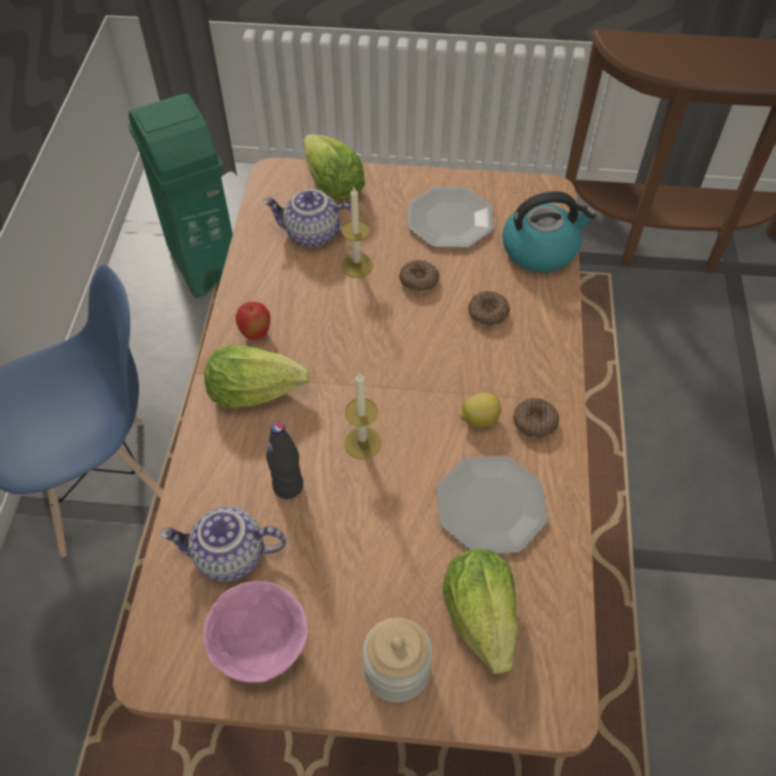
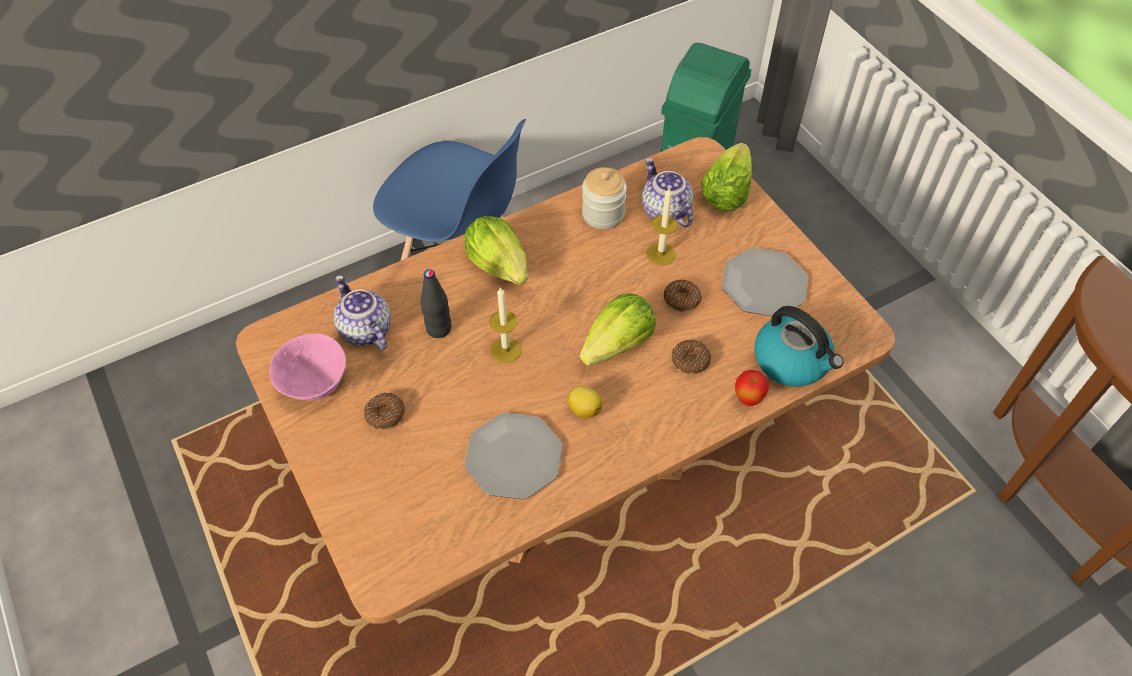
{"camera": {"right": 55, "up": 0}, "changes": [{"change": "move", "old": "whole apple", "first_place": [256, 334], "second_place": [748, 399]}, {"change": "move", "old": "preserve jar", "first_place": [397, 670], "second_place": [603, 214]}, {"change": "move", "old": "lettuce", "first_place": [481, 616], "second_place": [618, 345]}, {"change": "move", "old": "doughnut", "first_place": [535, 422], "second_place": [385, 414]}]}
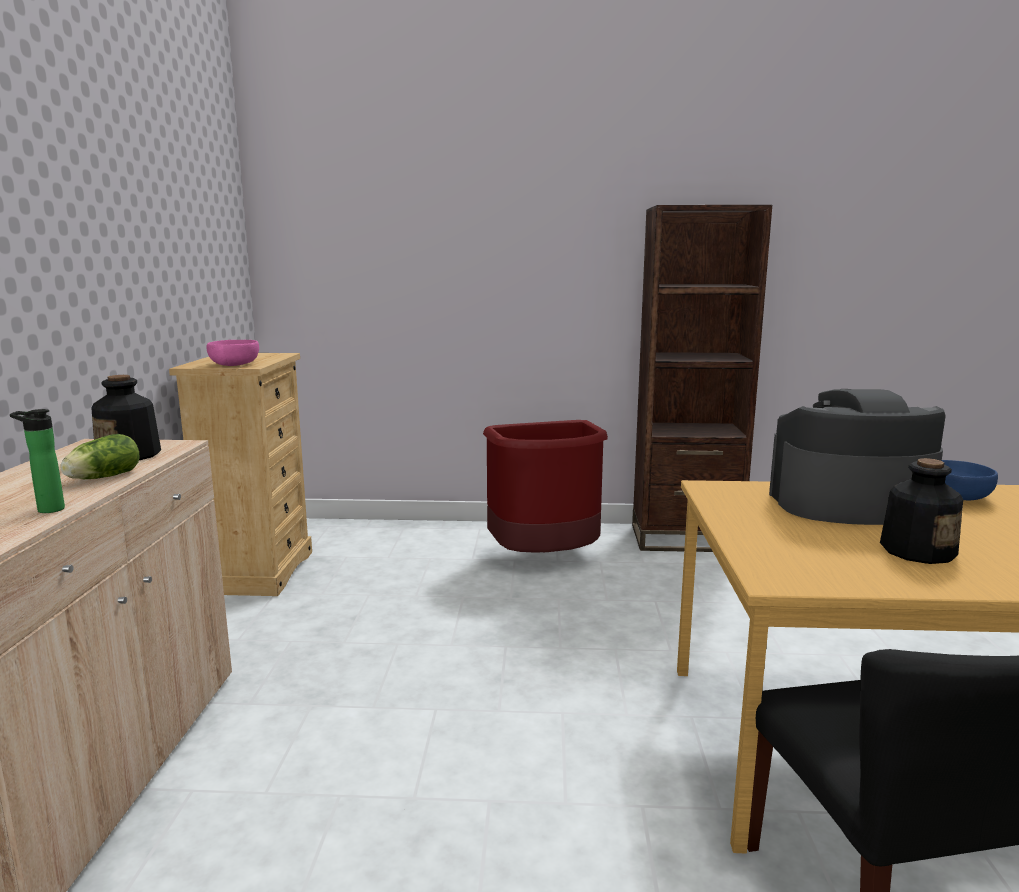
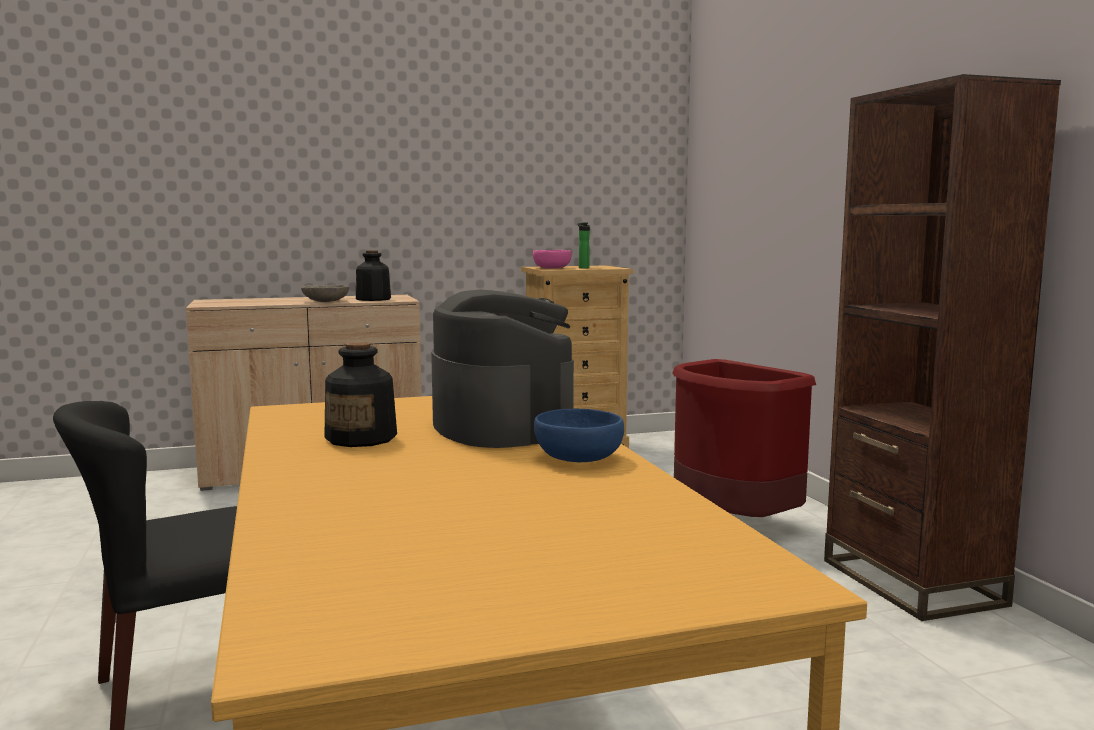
{"camera": {"right": 70, "up": -5}, "changes": [{"change": "move", "old": "drink bottle", "first_place": [47, 509], "second_place": [583, 268]}, {"change": "replace", "old": "lettuce", "new": "greyish bowl", "first_place": [101, 478], "second_place": [326, 301]}]}
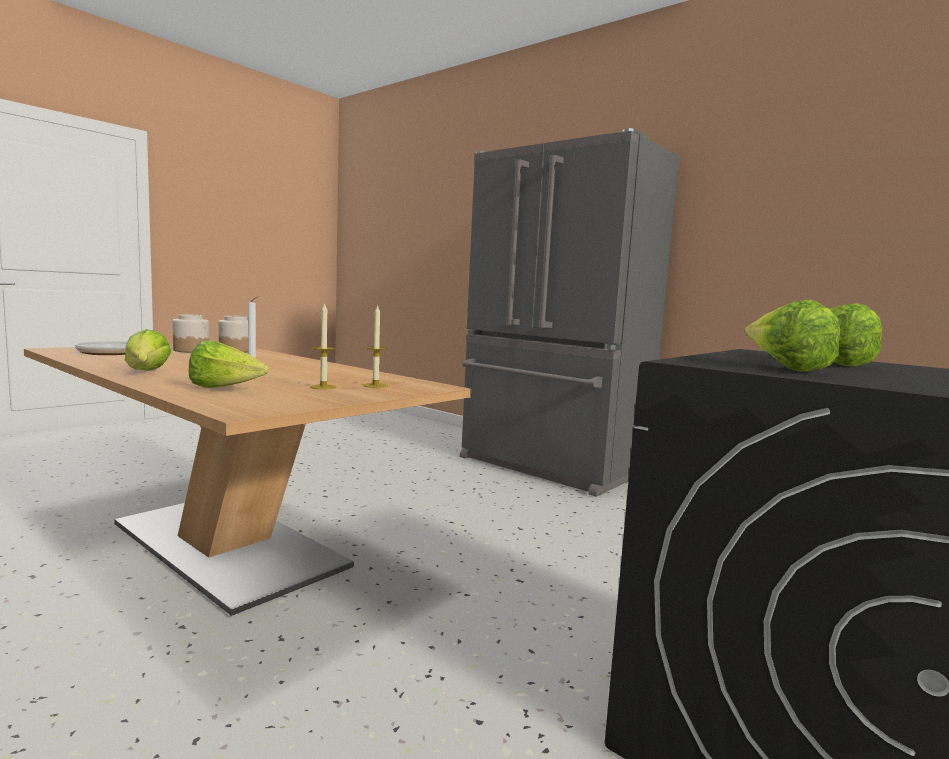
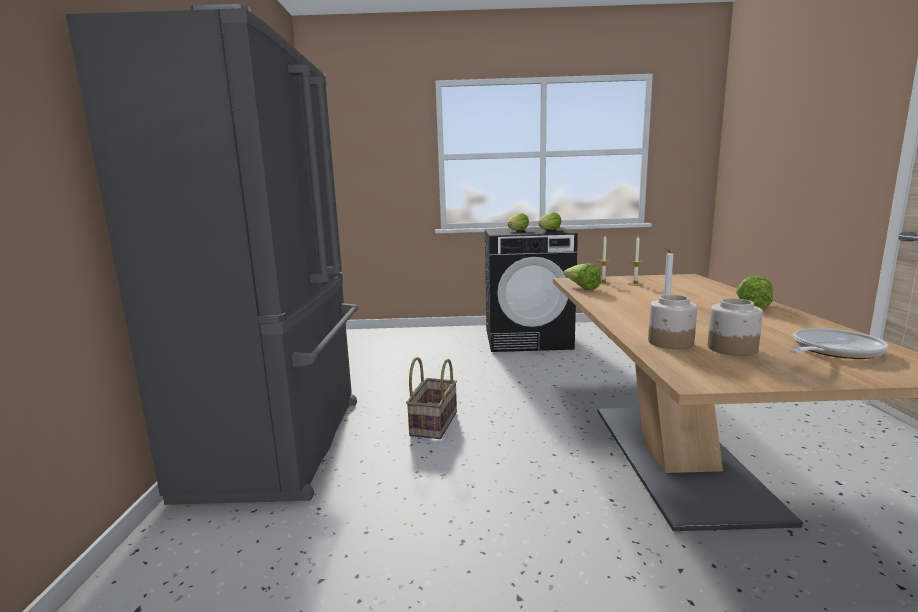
{"camera": {"right": -130, "up": 5}, "changes": [{"change": "insert", "new": "household basket", "second_place": [433, 423]}, {"change": "move", "old": "lettuce", "first_place": [225, 389], "second_place": [582, 288]}]}
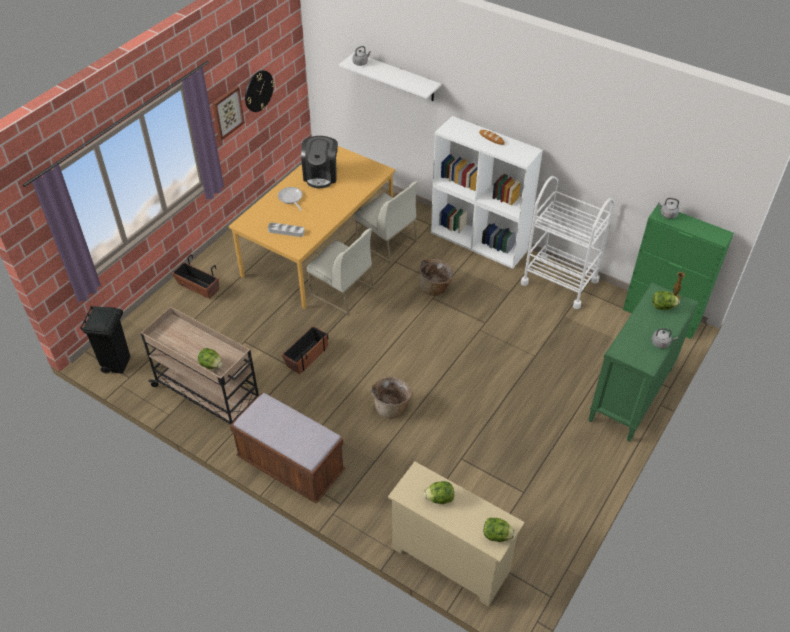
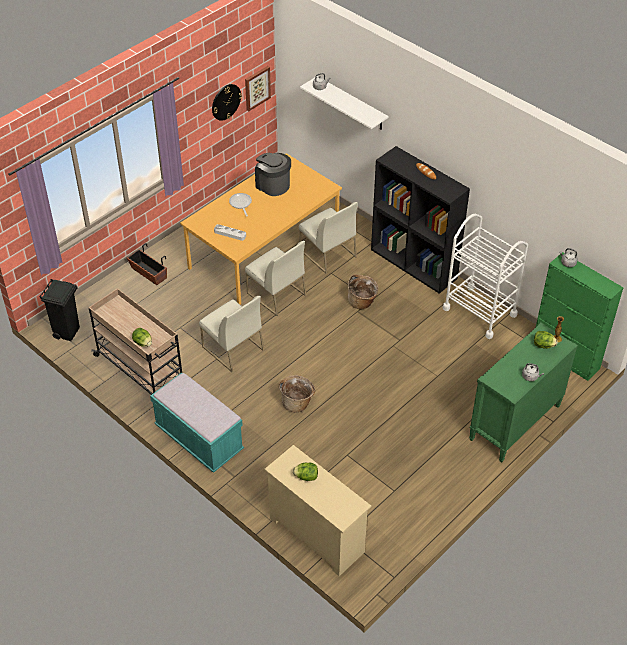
{"camera": {"right": 10, "up": 0}, "changes": [{"change": "delete", "old": "lettuce", "first_place": [497, 535]}, {"change": "move", "old": "picture", "first_place": [227, 112], "second_place": [257, 88]}, {"change": "replace", "old": "planter", "new": "whitish chair", "first_place": [307, 356], "second_place": [232, 348]}, {"change": "recolor", "old": "brownish indoor bench", "new": "blue-green indoor bench", "first_place": [291, 466], "second_place": [199, 439]}, {"change": "recolor", "old": "whitish bookcase", "new": "black-coloured bookcase", "first_place": [479, 241], "second_place": [414, 264]}, {"change": "rotate", "old": "coffee machine", "first_place": [321, 175], "second_place": [272, 185], "degrees": 120}]}
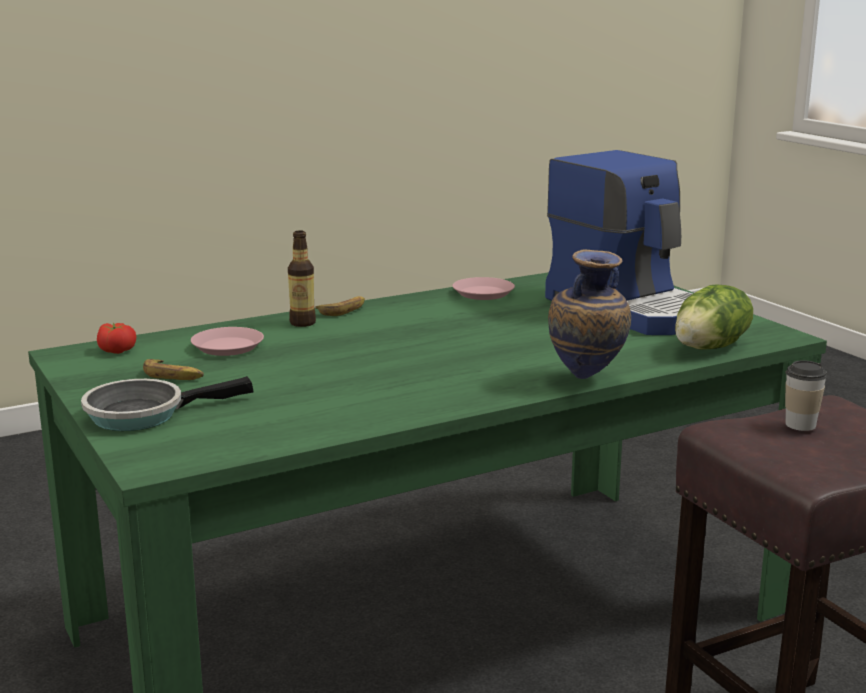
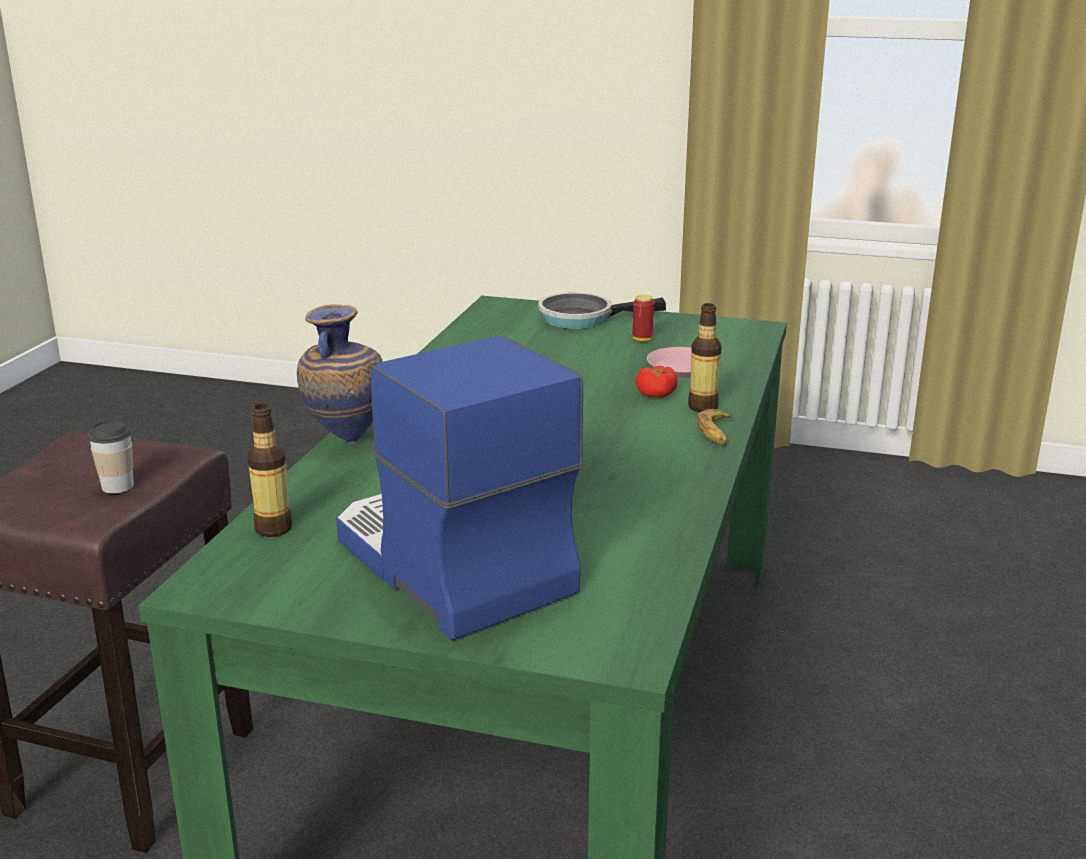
{"camera": {"right": 135, "up": 5}, "changes": [{"change": "delete", "old": "pinkish plate", "first_place": [482, 293]}, {"change": "move", "old": "whole tomato", "first_place": [117, 350], "second_place": [656, 395]}, {"change": "replace", "old": "banana", "new": "sealed can", "first_place": [173, 376], "second_place": [642, 339]}, {"change": "replace", "old": "lettuce", "new": "drink bottle", "first_place": [711, 347], "second_place": [273, 529]}, {"change": "rotate", "old": "skillet", "first_place": [143, 414], "second_place": [582, 318], "degrees": -120}, {"change": "rotate", "old": "coffee machine", "first_place": [631, 308], "second_place": [448, 565], "degrees": 45}]}
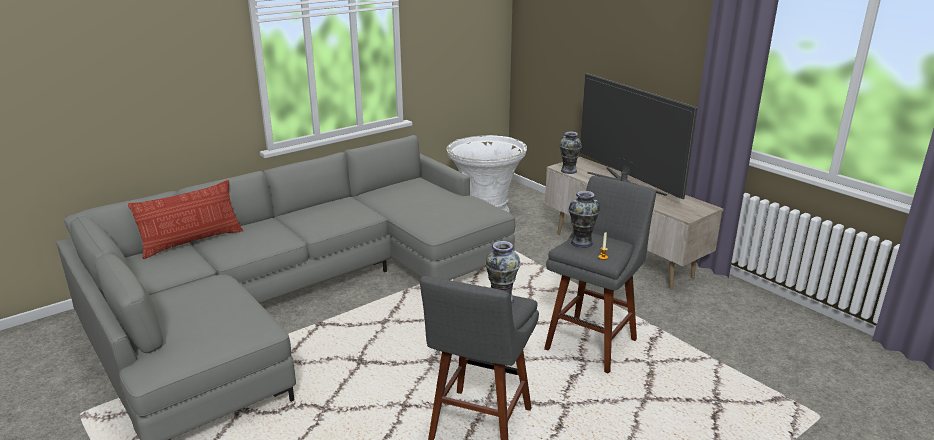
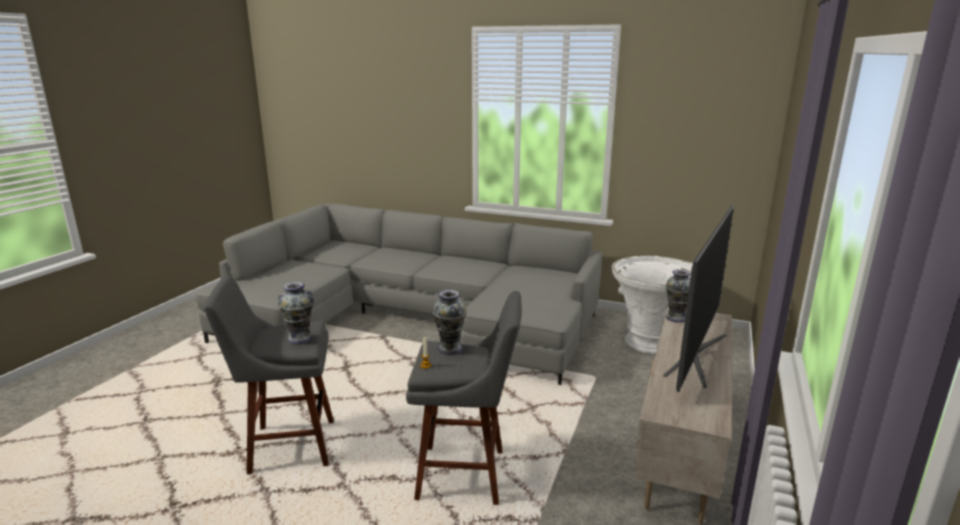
{"camera": {"right": 60, "up": -5}, "changes": [{"change": "delete", "old": "cushion", "first_place": [192, 242]}]}
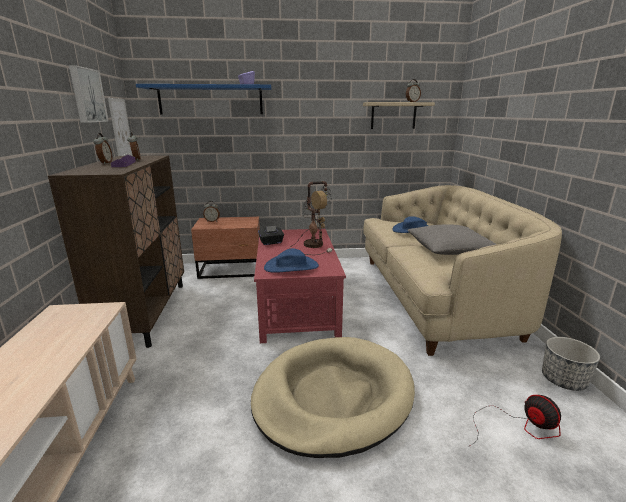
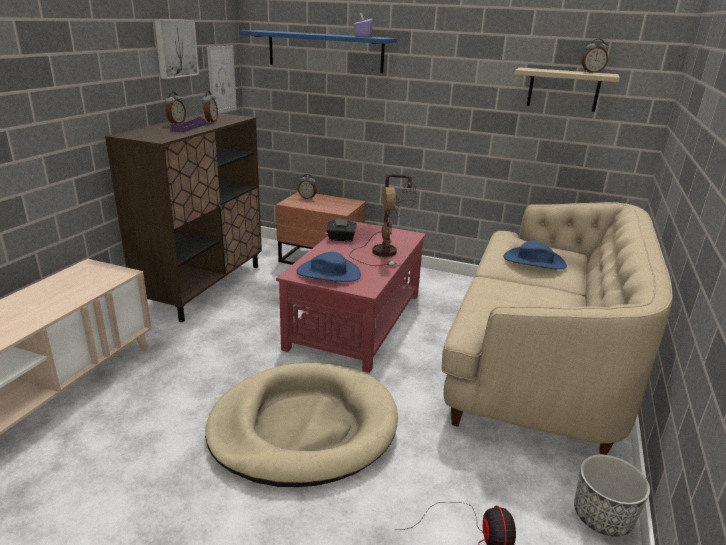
{"camera": {"right": 25, "up": 5}, "changes": [{"change": "delete", "old": "greyish cushion", "first_place": [450, 250]}]}
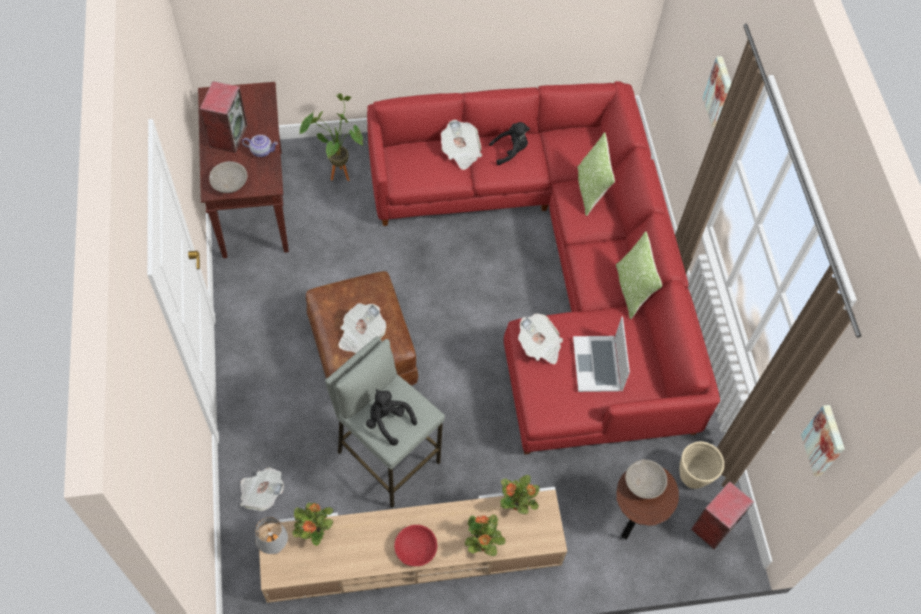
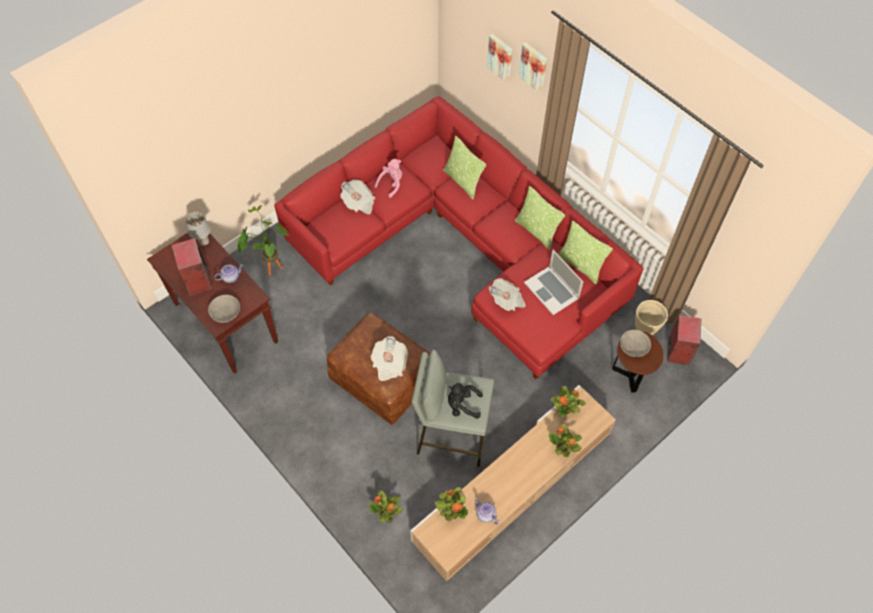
{"camera": {"right": -30, "up": 0}, "changes": [{"change": "delete", "old": "red-coloured bowl", "first_place": [416, 549]}, {"change": "insert", "new": "pot for tea", "second_place": [485, 514]}, {"change": "insert", "new": "cushion", "second_place": [580, 265]}, {"change": "move", "old": "greyish table lamp", "first_place": [275, 547], "second_place": [204, 242]}, {"change": "move", "old": "picture", "first_place": [825, 441], "second_place": [501, 57]}, {"change": "replace", "old": "daily paper", "new": "houseplant", "first_place": [261, 493], "second_place": [387, 513]}, {"change": "recolor", "old": "black-coloured plush toy", "new": "pinkish plush toy", "first_place": [510, 151], "second_place": [391, 183]}]}
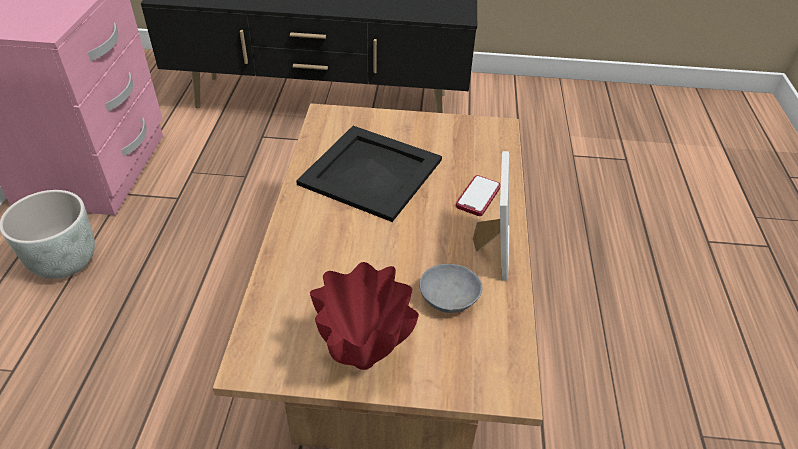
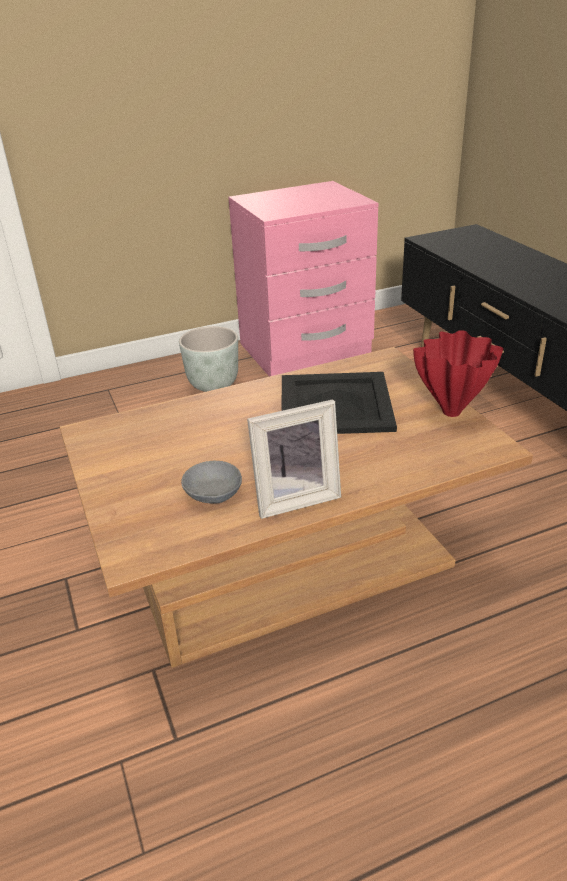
{"camera": {"right": 65, "up": -10}, "changes": [{"change": "delete", "old": "phone", "first_place": [478, 197]}, {"change": "move", "old": "red-coloured decorative vase", "first_place": [365, 358], "second_place": [453, 412]}]}
